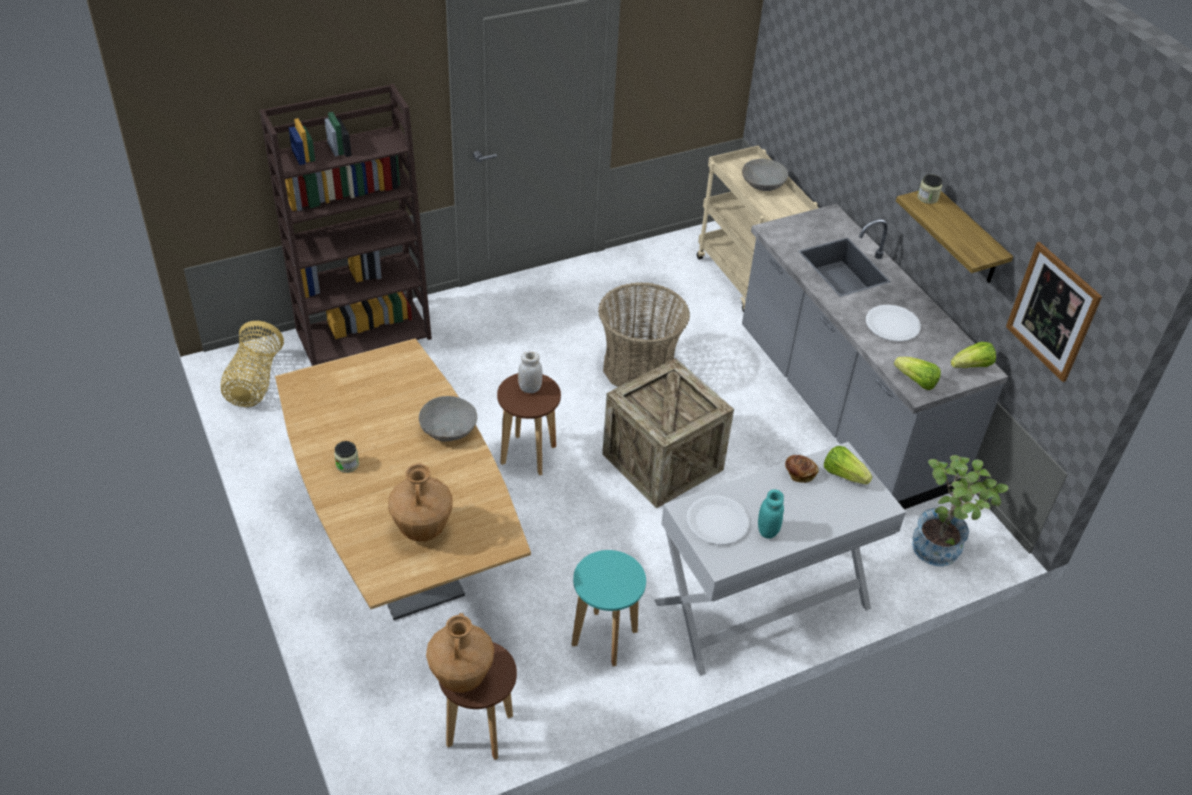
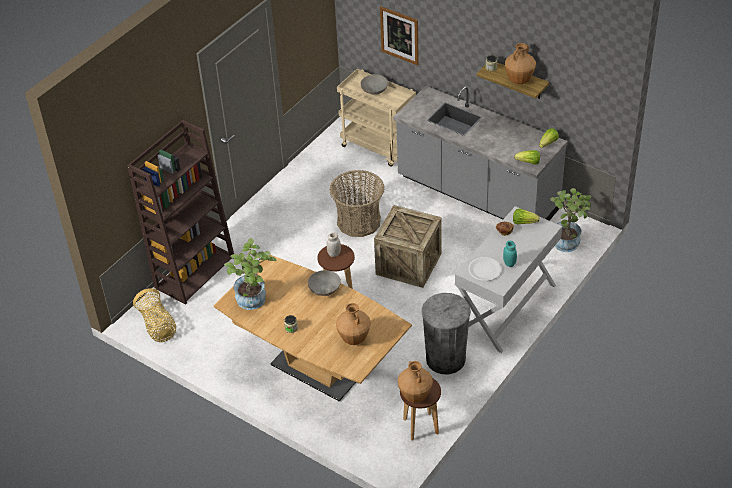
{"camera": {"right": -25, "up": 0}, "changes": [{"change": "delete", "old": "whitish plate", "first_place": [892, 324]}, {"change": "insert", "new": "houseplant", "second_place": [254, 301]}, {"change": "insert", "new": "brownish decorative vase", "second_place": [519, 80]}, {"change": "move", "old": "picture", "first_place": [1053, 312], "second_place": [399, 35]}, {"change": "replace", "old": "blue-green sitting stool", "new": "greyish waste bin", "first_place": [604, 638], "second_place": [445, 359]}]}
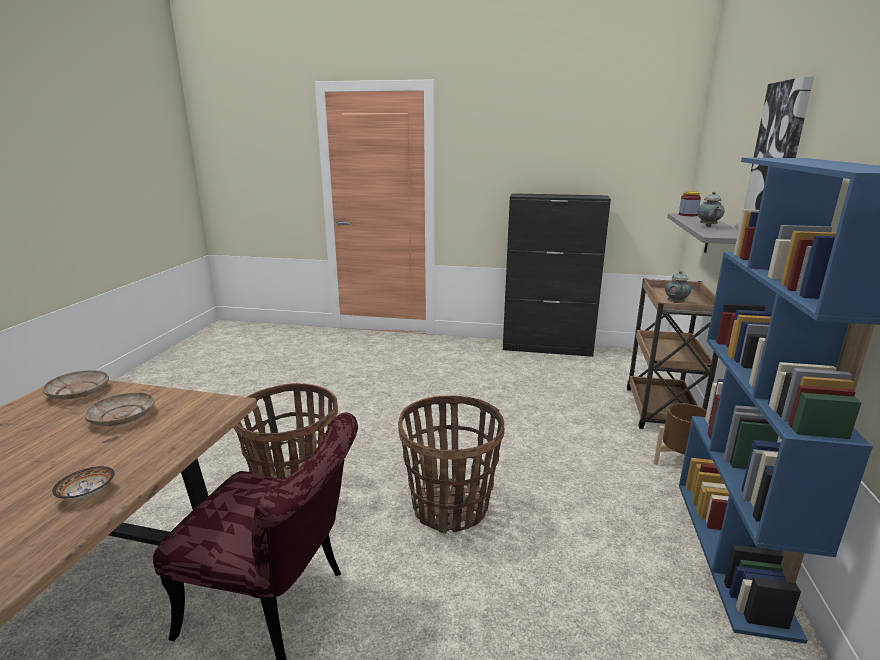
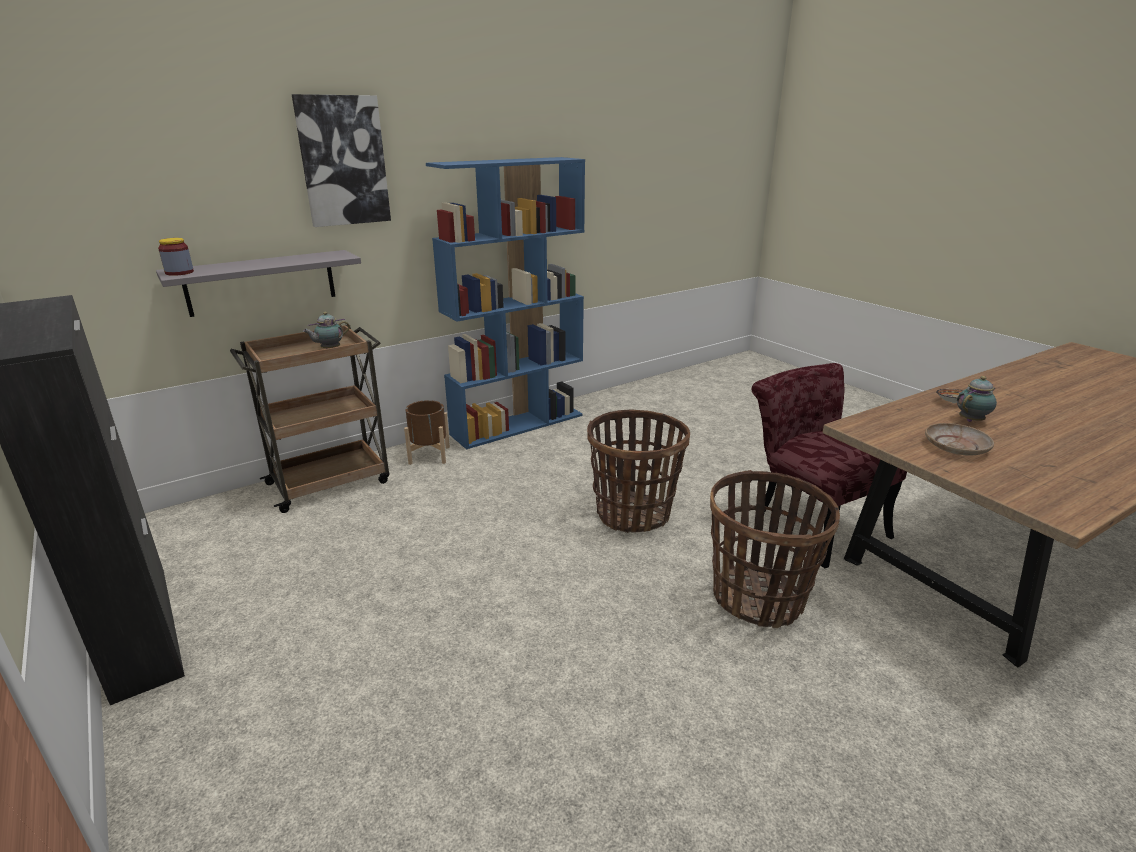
{"camera": {"right": -135, "up": 5}, "changes": [{"change": "delete", "old": "beige plate", "first_place": [79, 391]}, {"change": "move", "old": "pot for tea", "first_place": [708, 226], "second_place": [972, 420]}]}
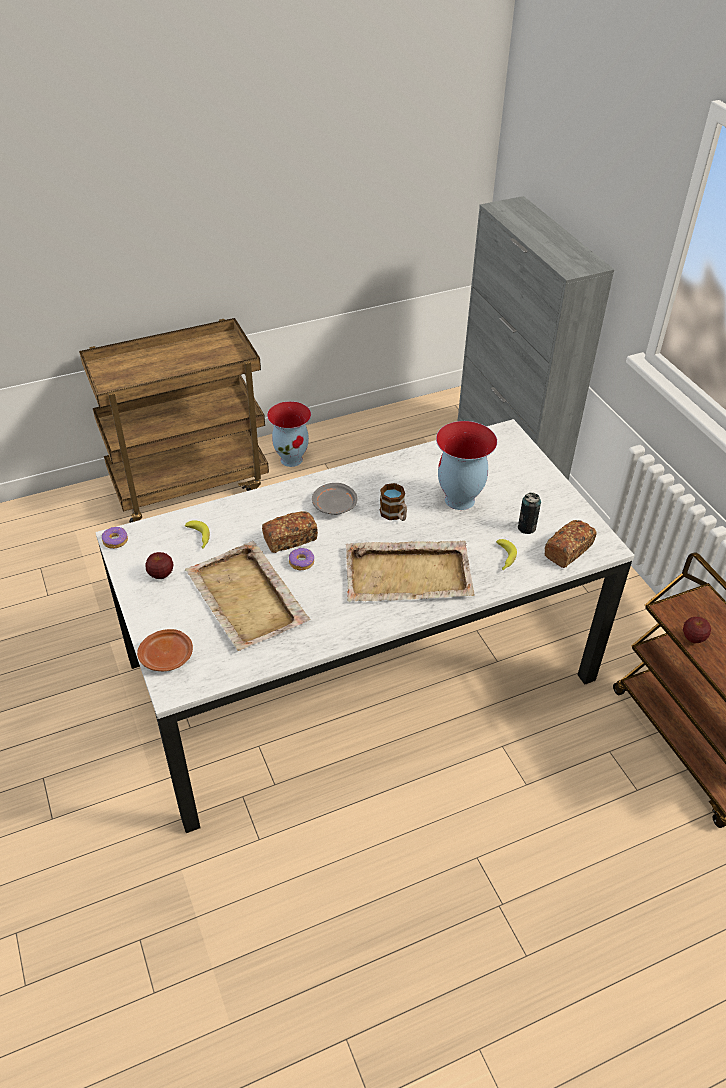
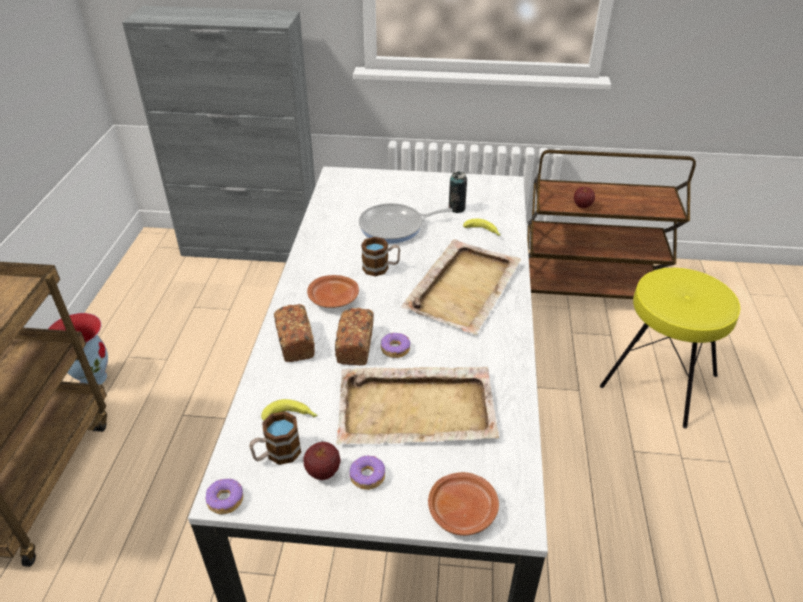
{"camera": {"right": -60, "up": -5}, "changes": [{"change": "insert", "new": "tea mug", "second_place": [277, 454]}, {"change": "insert", "new": "doughnut", "second_place": [367, 476]}, {"change": "insert", "new": "yellow sitting stool", "second_place": [659, 380]}, {"change": "move", "old": "bread", "first_place": [568, 550], "second_place": [295, 342]}, {"change": "replace", "old": "decorative vase", "new": "skillet", "first_place": [459, 500], "second_place": [395, 227]}, {"change": "recolor", "old": "greyish plate", "new": "brownish plate", "first_place": [334, 505], "second_place": [334, 299]}]}
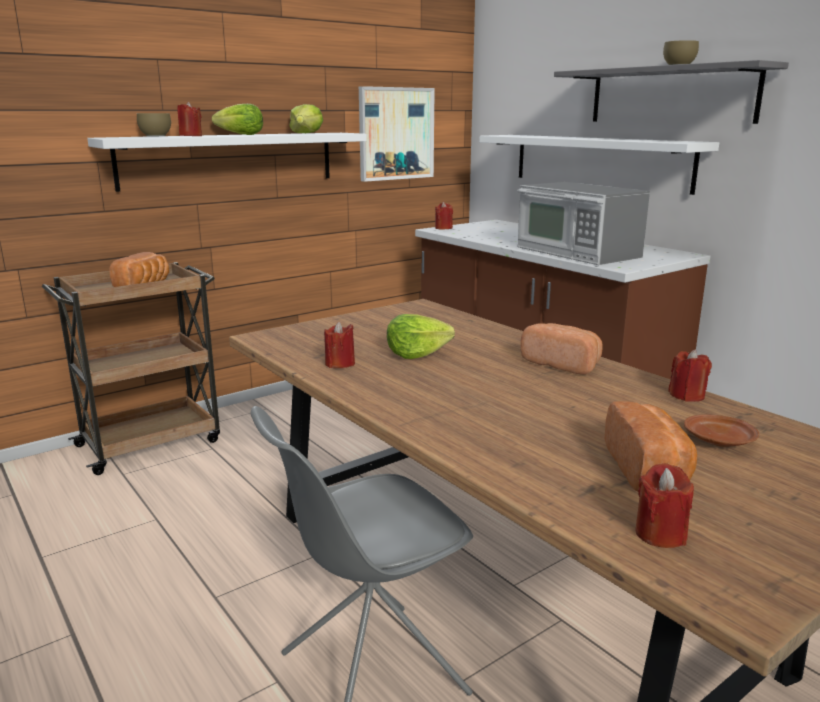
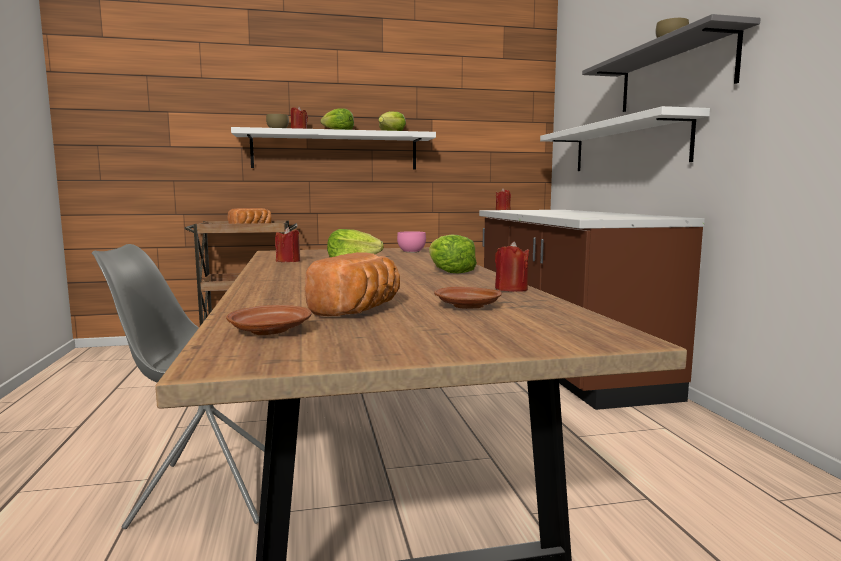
{"camera": {"right": 25, "up": -10}, "changes": [{"change": "delete", "old": "picture", "first_place": [396, 134]}, {"change": "delete", "old": "kitchen microwave", "first_place": [576, 252]}, {"change": "insert", "new": "pinkish bowl", "second_place": [412, 252]}, {"change": "replace", "old": "bread", "new": "lettuce", "first_place": [562, 364], "second_place": [449, 272]}, {"change": "replace", "old": "red-coloured candle", "new": "brownish plate", "first_place": [660, 534], "second_place": [269, 331]}]}
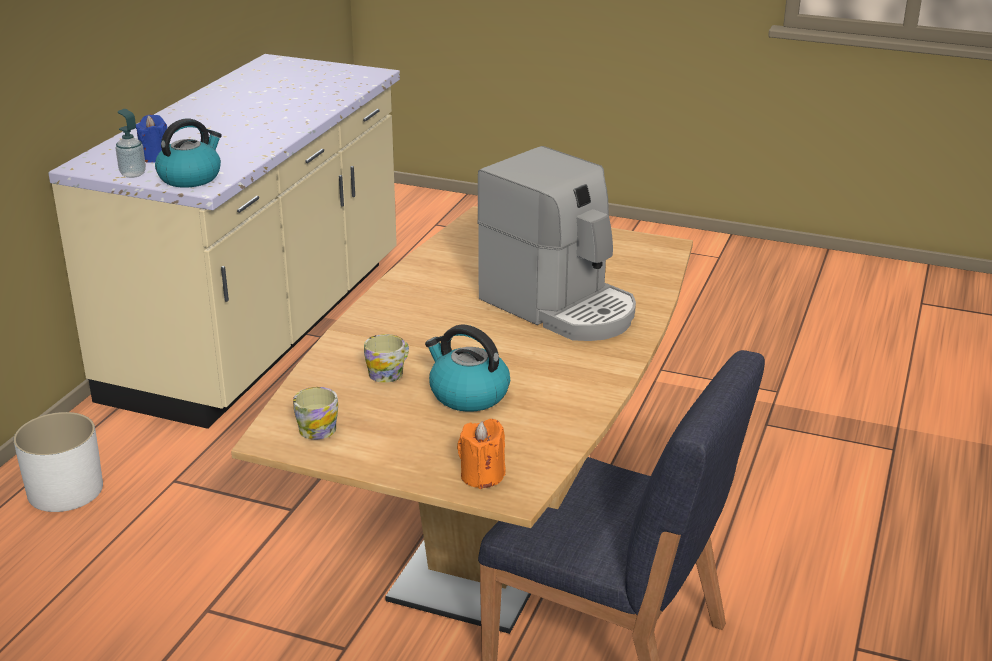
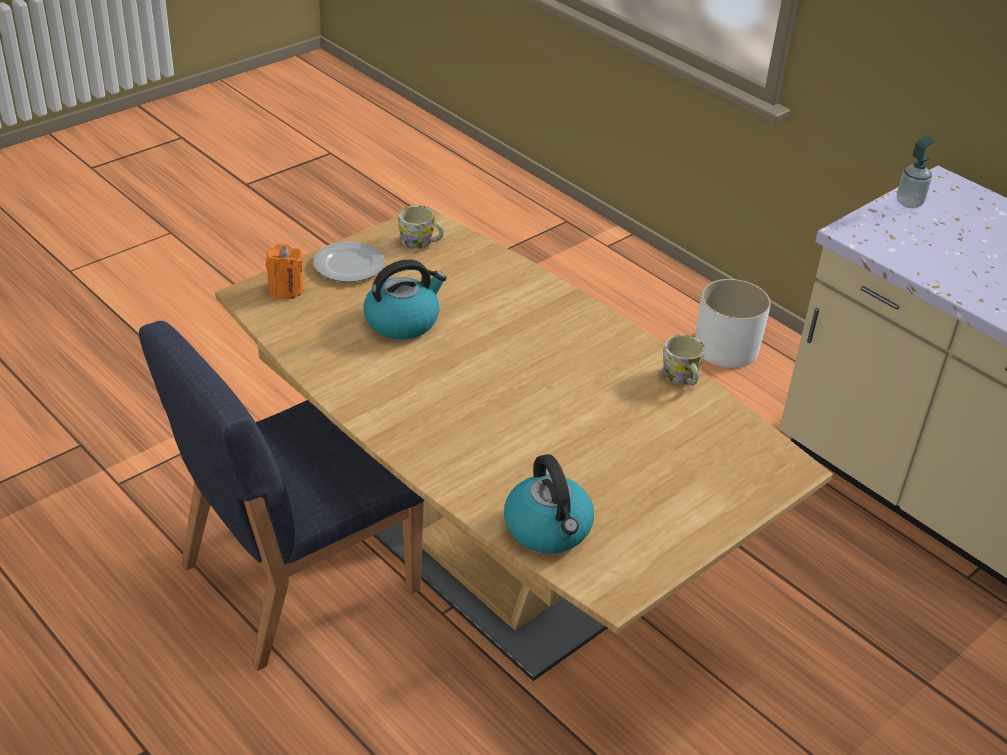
{"camera": {"right": 115, "up": 10}, "changes": [{"change": "delete", "old": "blue candle", "first_place": [155, 157]}, {"change": "delete", "old": "coffee machine", "first_place": [560, 307]}, {"change": "insert", "new": "plate", "second_place": [348, 266]}, {"change": "move", "old": "kettle", "first_place": [190, 177], "second_place": [549, 529]}, {"change": "move", "old": "tea mug", "first_place": [389, 372], "second_place": [682, 378]}]}
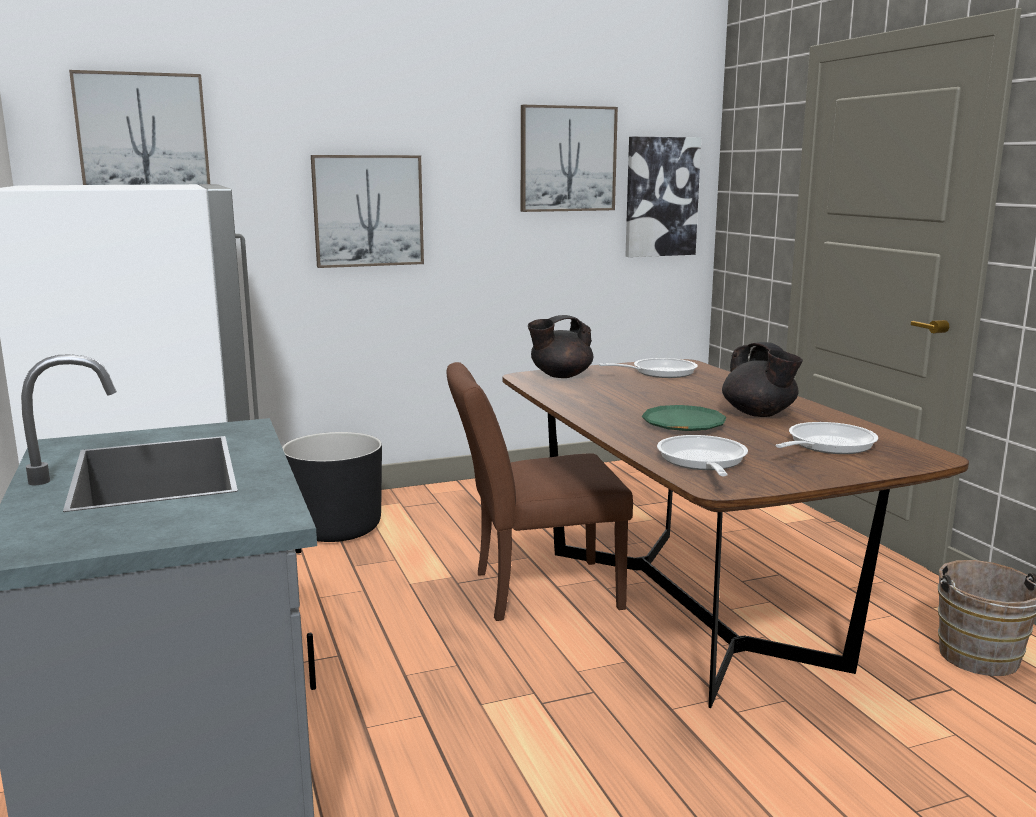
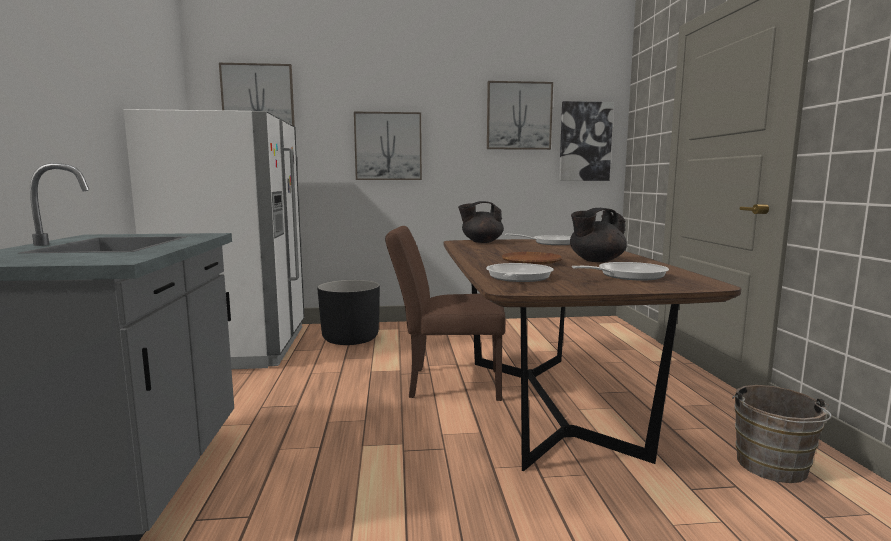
{"camera": {"right": 15, "up": -5}, "changes": [{"change": "recolor", "old": "greenish plate", "new": "brownish plate", "first_place": [683, 424], "second_place": [531, 262]}, {"change": "rotate", "old": "black-coloured pot for tea", "first_place": [759, 414], "second_place": [595, 261], "degrees": 75}]}
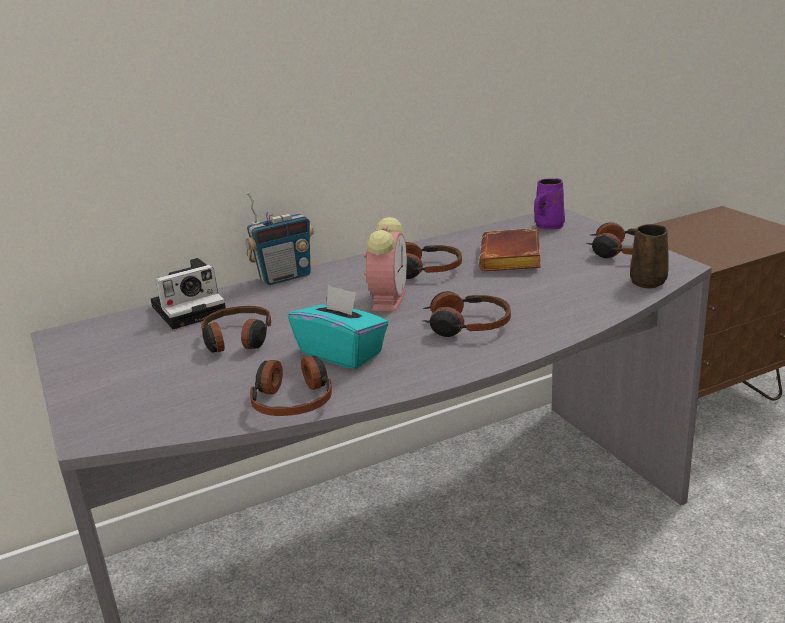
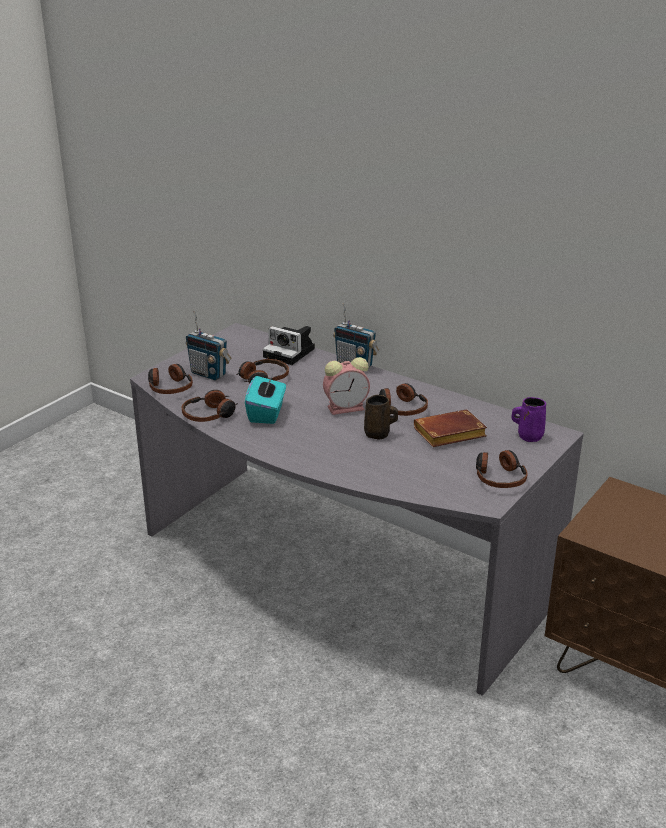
{"camera": {"right": 60, "up": 5}, "changes": [{"change": "insert", "new": "radio set", "second_place": [209, 374]}, {"change": "move", "old": "headphones", "first_place": [466, 326], "second_place": [169, 387]}, {"change": "move", "old": "brownish tea mug", "first_place": [648, 281], "second_place": [378, 434]}]}
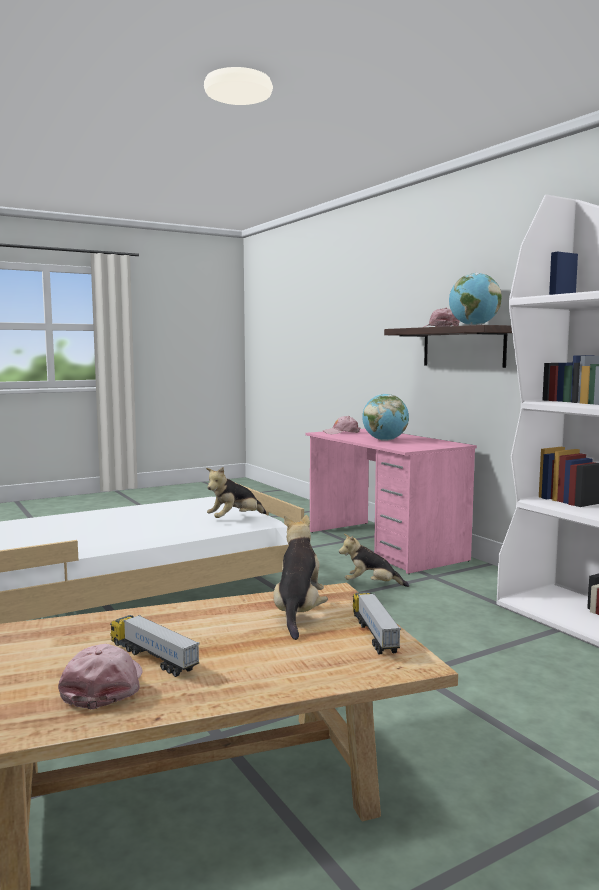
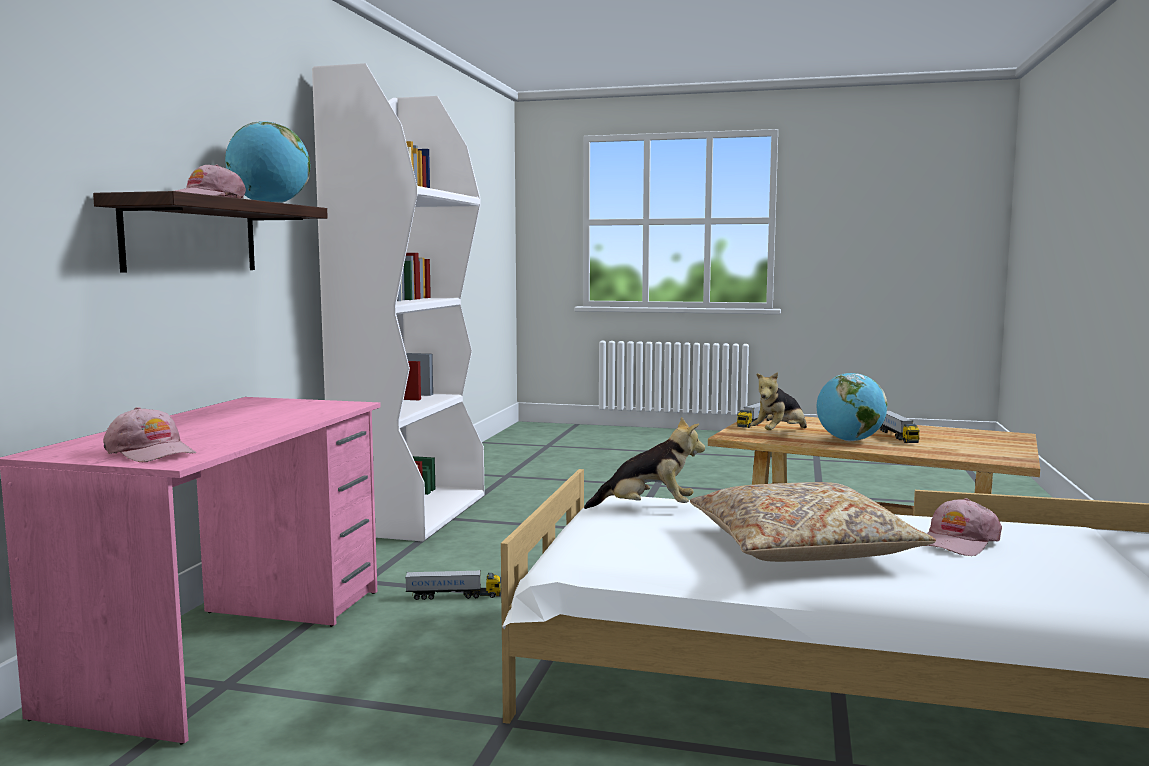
{"camera": {"right": -135, "up": 0}, "changes": [{"change": "insert", "new": "beige cushion", "second_place": [801, 547]}, {"change": "move", "old": "pinkish peaked cap", "first_place": [104, 686], "second_place": [958, 542]}, {"change": "move", "old": "world globe", "first_place": [385, 440], "second_place": [849, 440]}, {"change": "replace", "old": "plush toy", "new": "model truck", "first_place": [371, 585], "second_place": [454, 596]}]}
